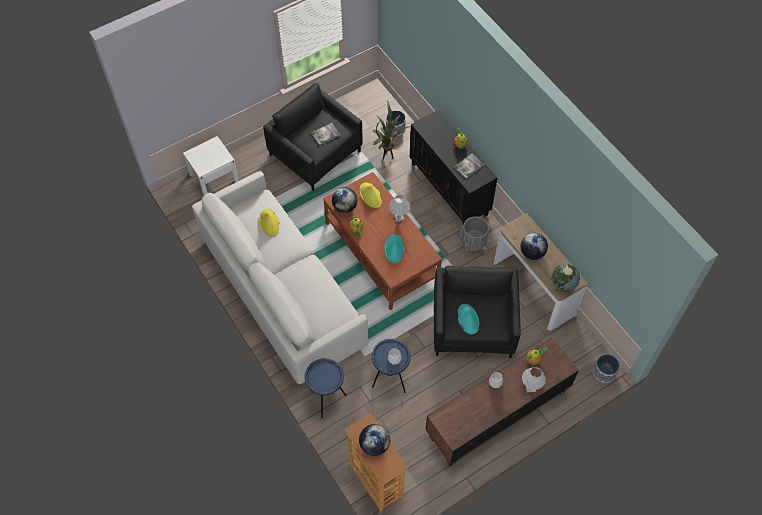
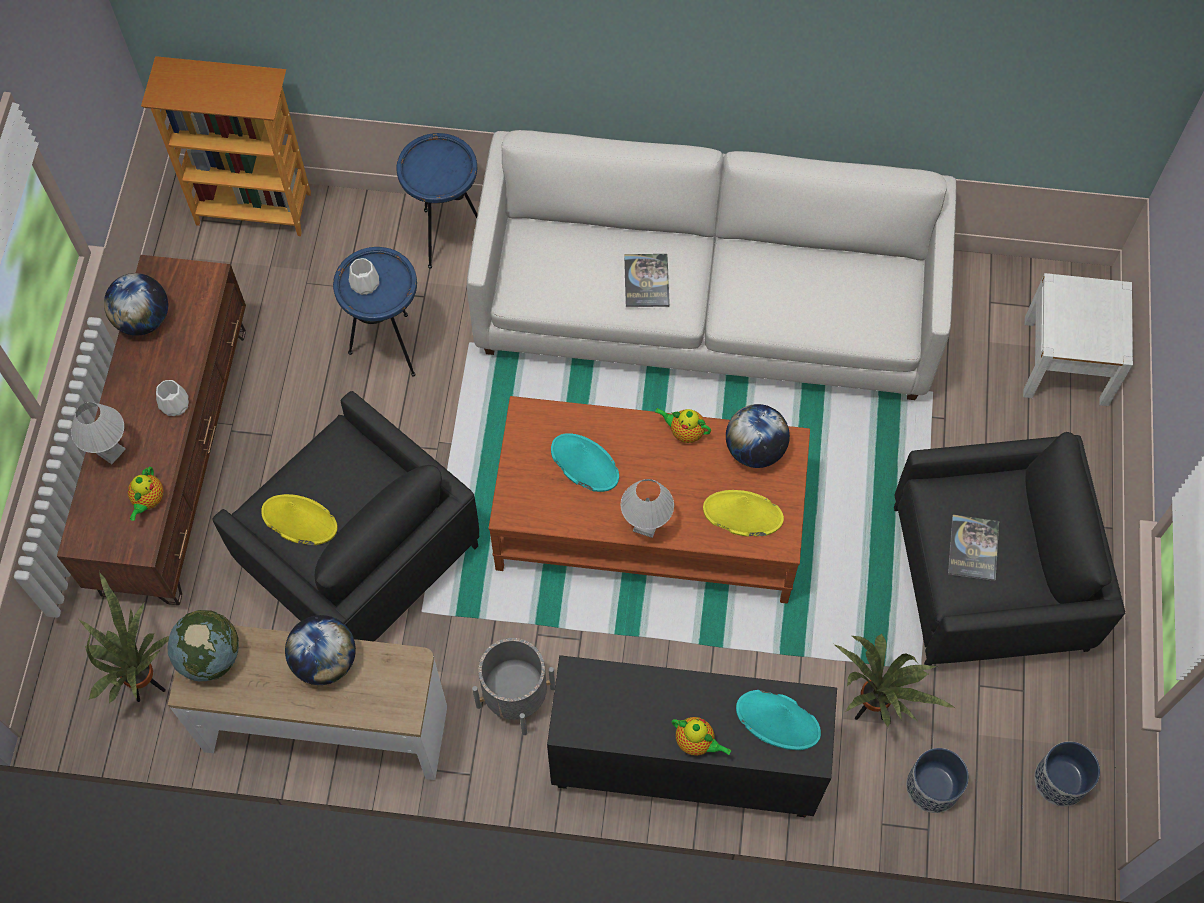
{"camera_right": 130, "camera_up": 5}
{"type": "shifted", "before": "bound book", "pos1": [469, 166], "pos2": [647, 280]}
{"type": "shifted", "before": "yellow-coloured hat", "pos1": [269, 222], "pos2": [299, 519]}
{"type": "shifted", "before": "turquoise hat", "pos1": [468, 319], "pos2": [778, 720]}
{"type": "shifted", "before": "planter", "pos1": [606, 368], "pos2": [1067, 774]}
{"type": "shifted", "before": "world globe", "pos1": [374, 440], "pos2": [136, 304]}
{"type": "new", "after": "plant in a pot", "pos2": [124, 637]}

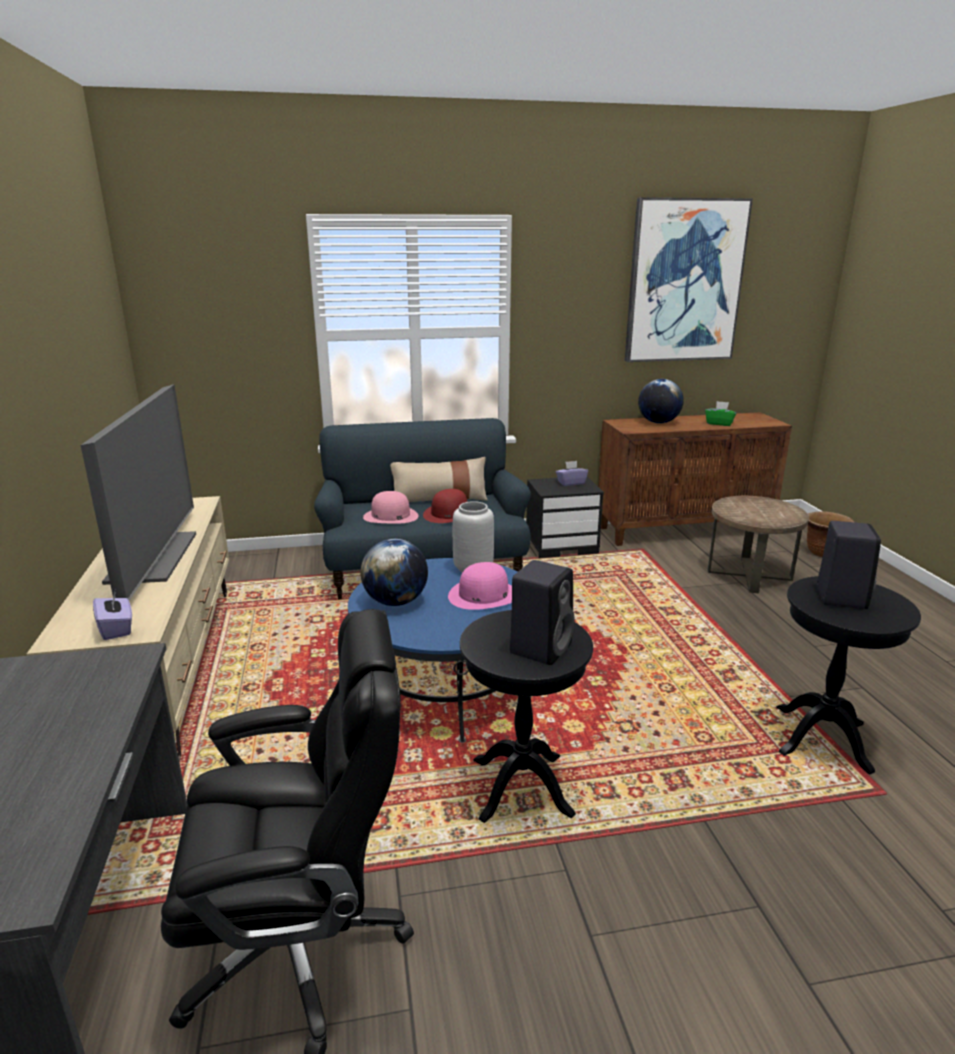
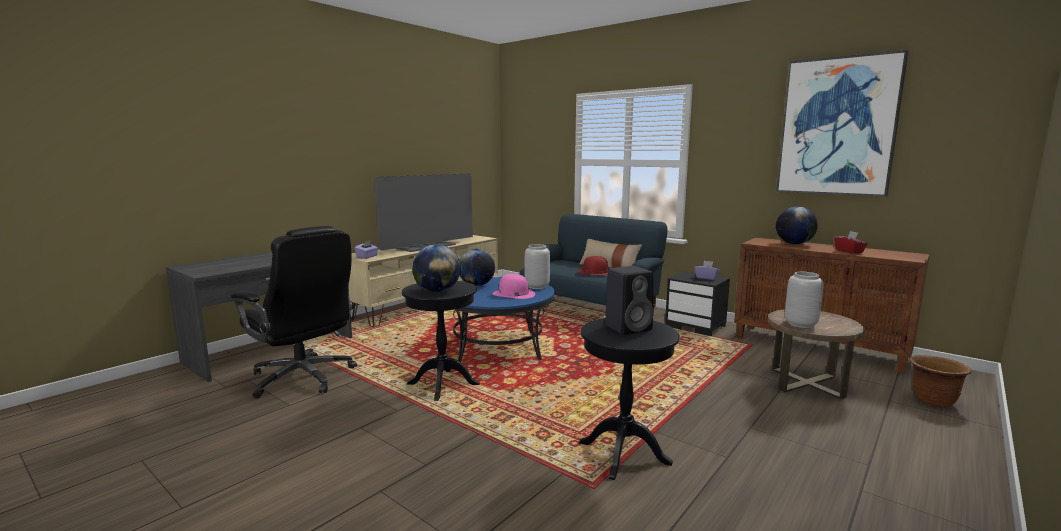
{"camera_right": 50, "camera_up": -10}
{"type": "repainted", "before": "green tissue holder", "after": "reddish tissue holder", "pos1": [720, 413], "pos2": [851, 242]}
{"type": "gone", "before": "pinkish hat", "pos1": [391, 507]}
{"type": "swapped", "before": "black loudspeaker", "after": "world globe", "pos1": [542, 612], "pos2": [436, 268]}
{"type": "new", "after": "grey flower vase", "pos2": [804, 300]}

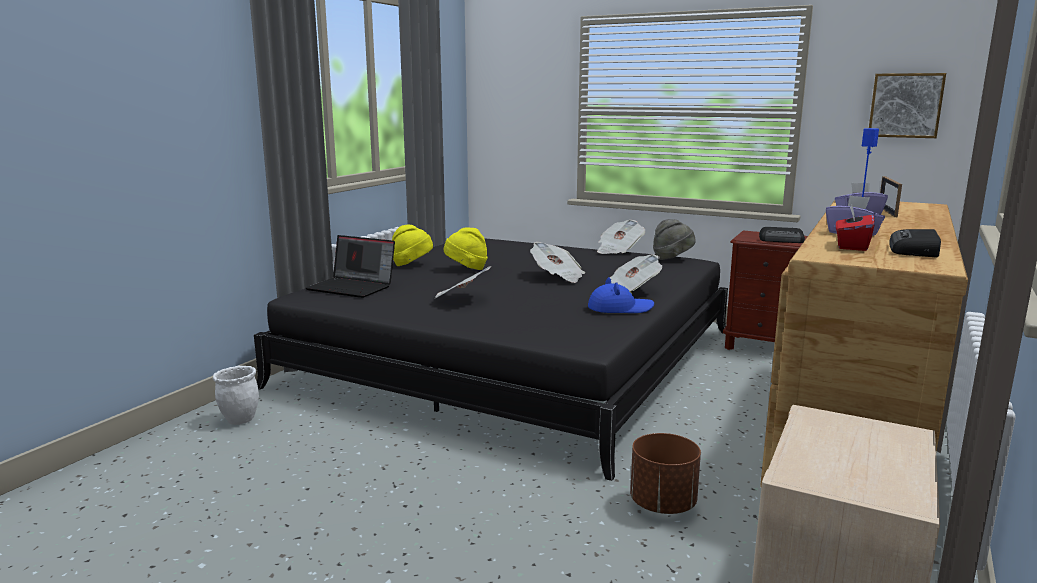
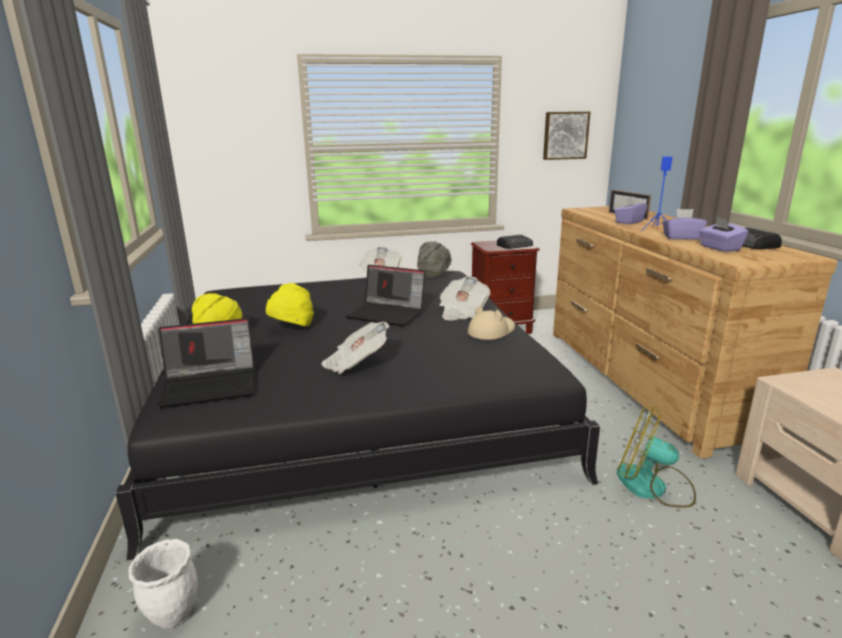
{"camera_right": -40, "camera_up": 5}
{"type": "repainted", "before": "reddish tissue holder", "after": "purple-coloured tissue holder", "pos1": [855, 228], "pos2": [724, 234]}
{"type": "swapped", "before": "newspaper", "after": "laptop", "pos1": [557, 262], "pos2": [385, 295]}
{"type": "repainted", "before": "blue hat", "after": "beige-coloured hat", "pos1": [621, 295], "pos2": [491, 323]}
{"type": "swapped", "before": "brown planter", "after": "electric fan", "pos1": [665, 473], "pos2": [656, 457]}

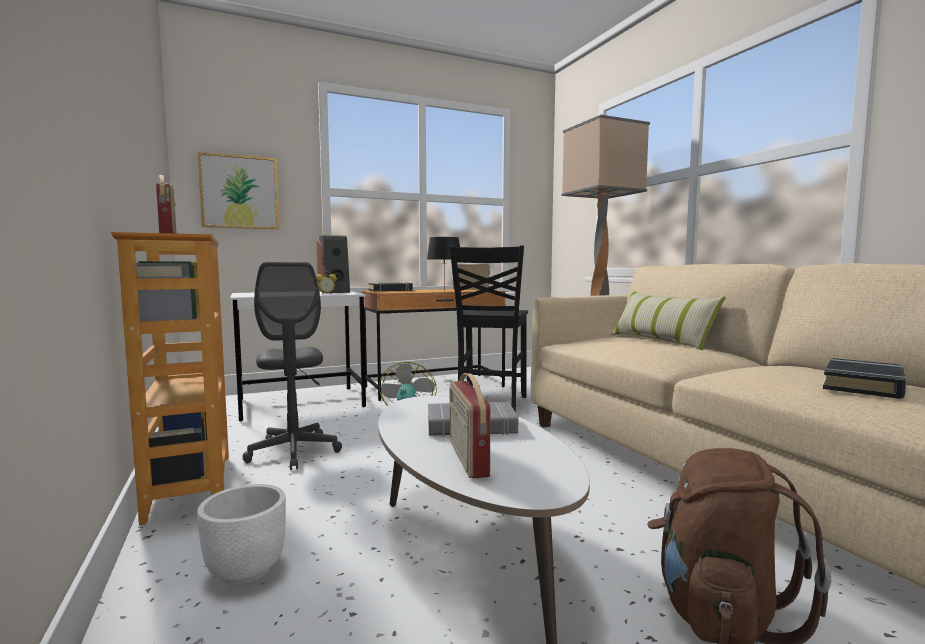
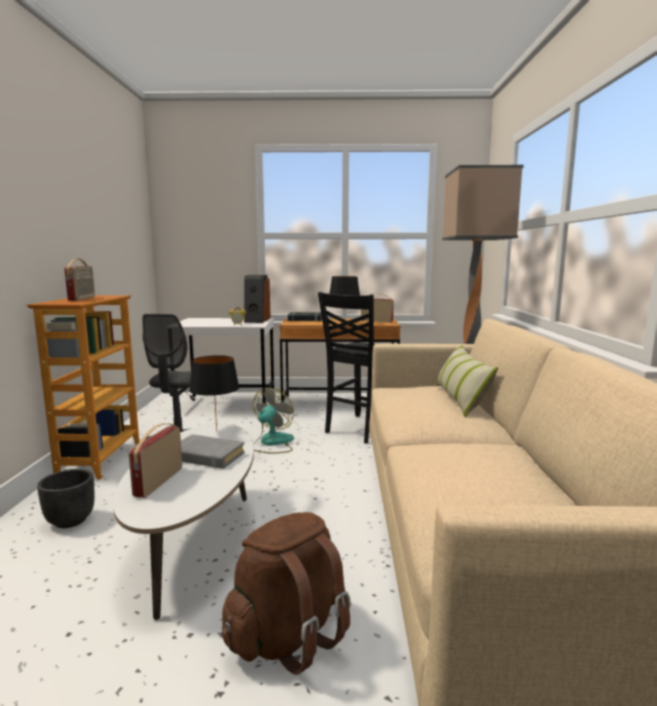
{"camera_right": 25, "camera_up": 5}
{"type": "gone", "before": "wall art", "pos1": [238, 190]}
{"type": "gone", "before": "black bound book", "pos1": [865, 378]}
{"type": "repainted", "before": "white-coloured planter", "after": "black planter", "pos1": [241, 534], "pos2": [66, 498]}
{"type": "new", "after": "black table lamp", "pos2": [214, 393]}

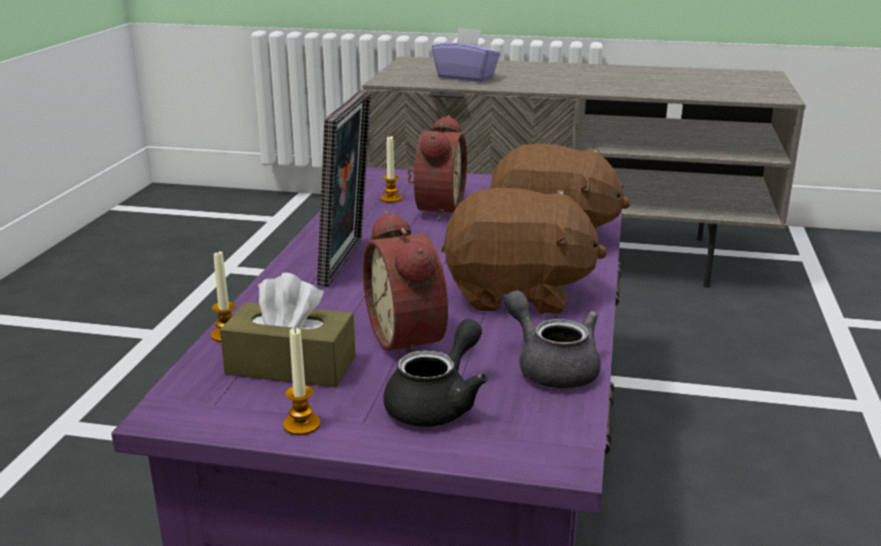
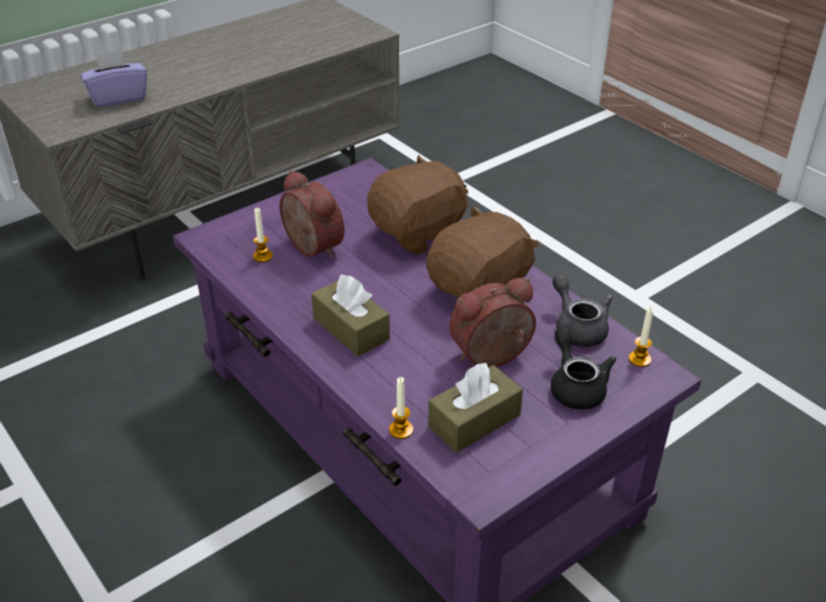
{"camera_right": -50, "camera_up": 15}
{"type": "swapped", "before": "picture frame", "after": "brown tissue holder", "pos1": [344, 188], "pos2": [350, 315]}
{"type": "rotated", "before": "bedside clock", "pos1": [405, 282], "pos2": [492, 322], "turn": 135}
{"type": "rotated", "before": "grey tea pot", "pos1": [552, 339], "pos2": [583, 310], "turn": 60}
{"type": "shifted", "before": "wax candle", "pos1": [301, 381], "pos2": [641, 337]}

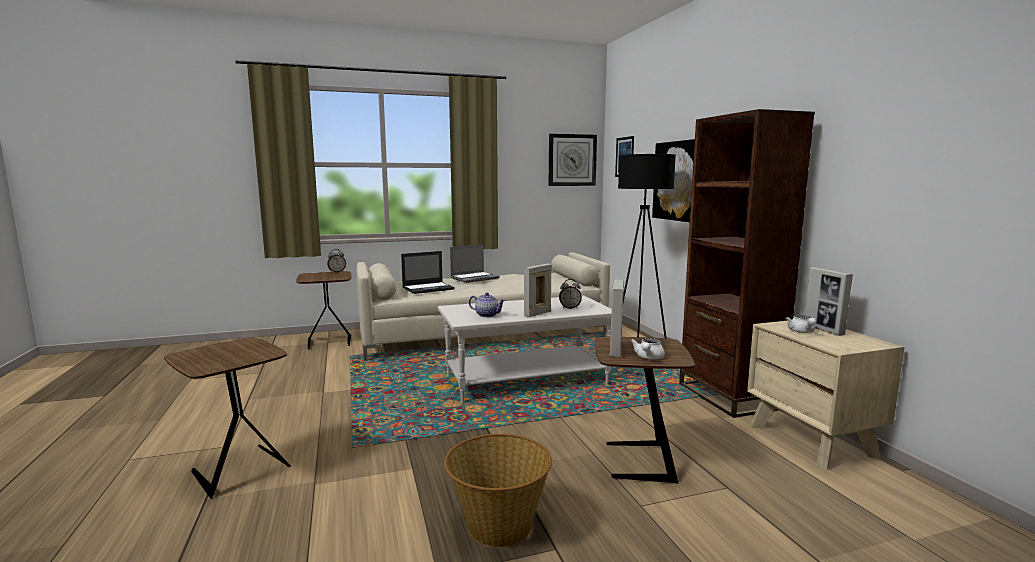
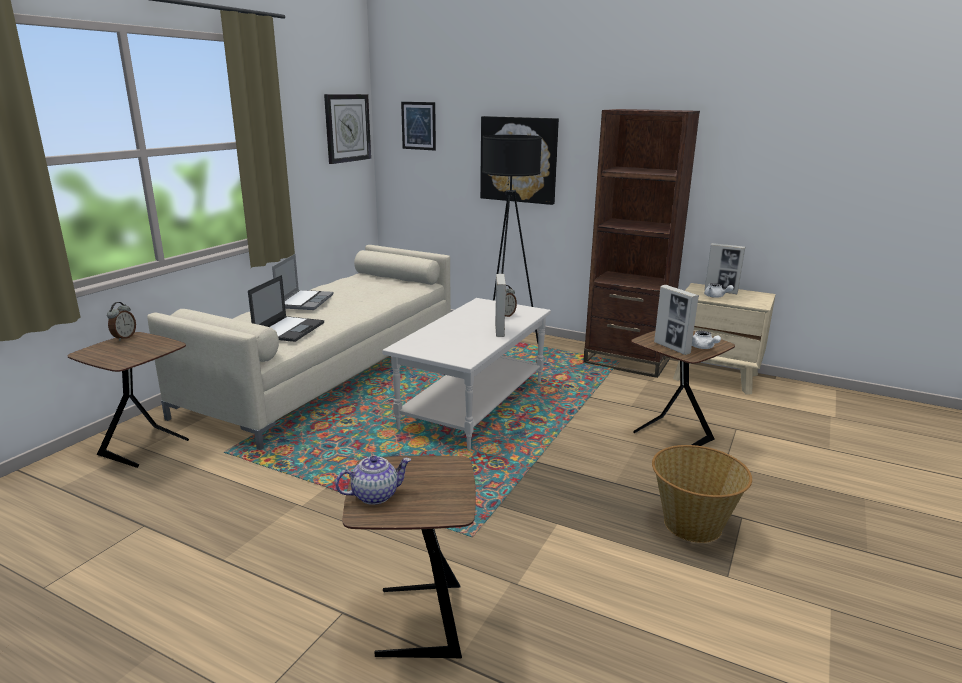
{"camera_right": -45, "camera_up": 10}
{"type": "shifted", "before": "tea pot", "pos1": [487, 305], "pos2": [373, 480]}

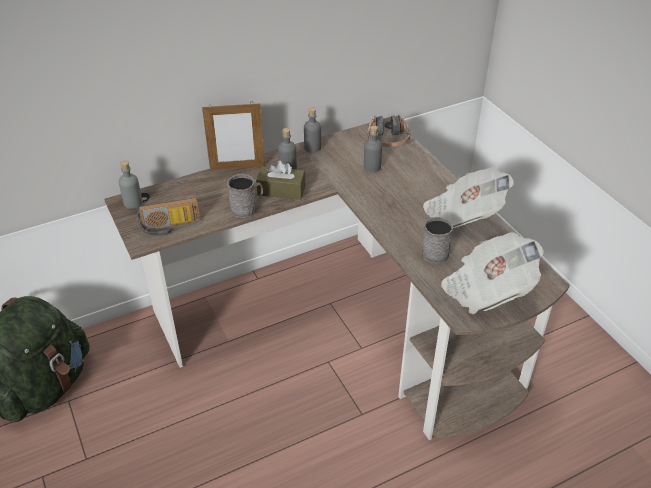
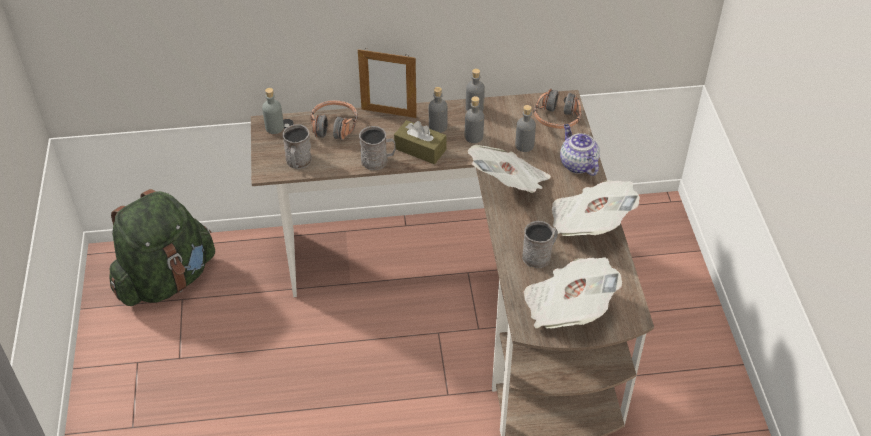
{"camera_right": 20, "camera_up": 5}
{"type": "swapped", "before": "radio set", "after": "grey coffee mug", "pos1": [168, 217], "pos2": [297, 146]}
{"type": "new", "after": "grey beverage bottle", "pos2": [474, 119]}
{"type": "new", "after": "pair of headphones", "pos2": [334, 120]}
{"type": "new", "after": "tea pot", "pos2": [580, 150]}
{"type": "new", "after": "newspaper", "pos2": [509, 169]}

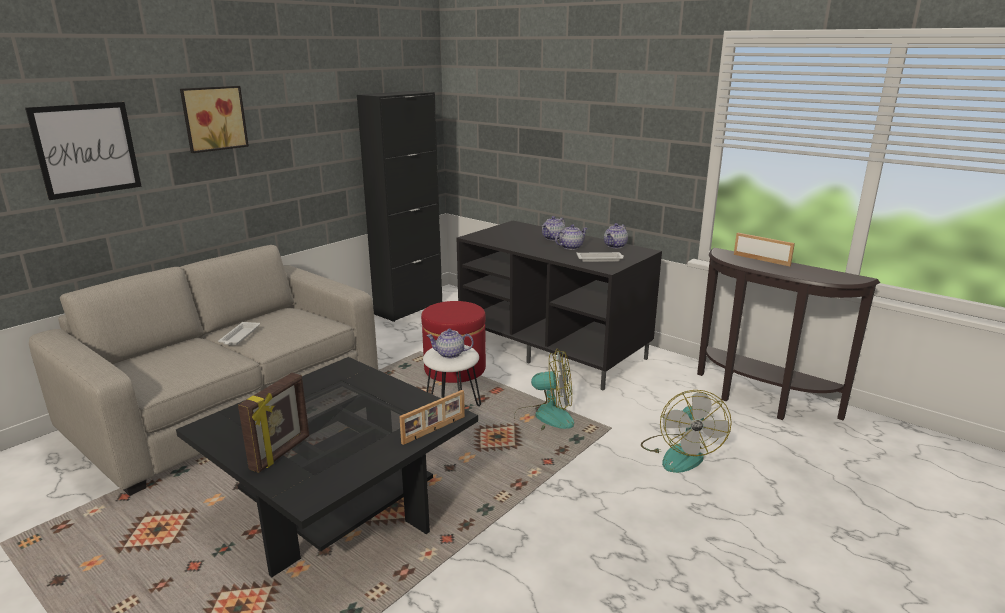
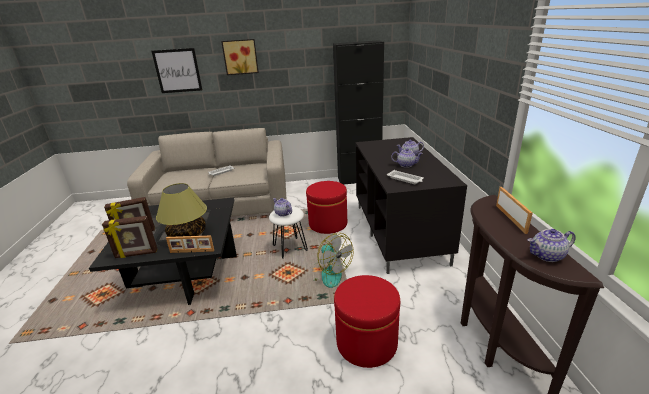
{"camera_right": 45, "camera_up": 5}
{"type": "shifted", "before": "tea pot", "pos1": [616, 235], "pos2": [552, 245]}
{"type": "swapped", "before": "electric fan", "after": "reddish footrest", "pos1": [686, 431], "pos2": [367, 321]}
{"type": "new", "after": "table lamp", "pos2": [181, 210]}
{"type": "new", "after": "picture frame", "pos2": [129, 237]}

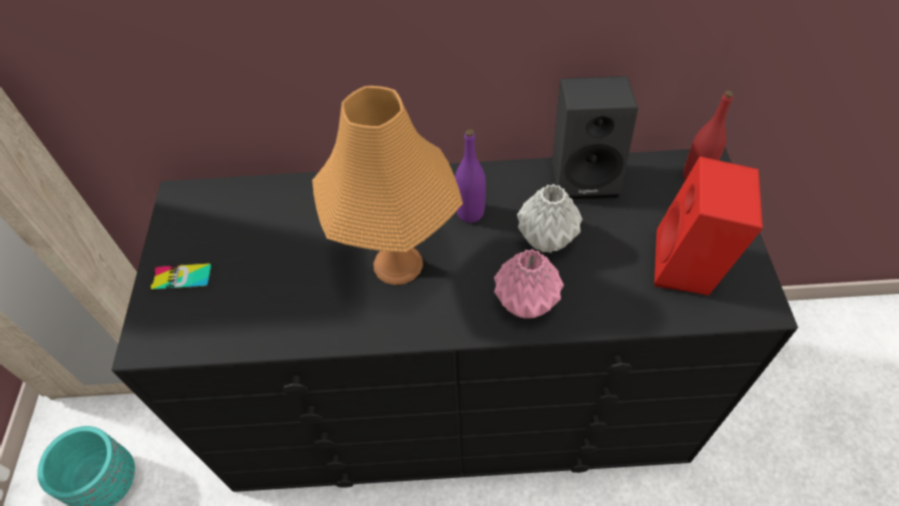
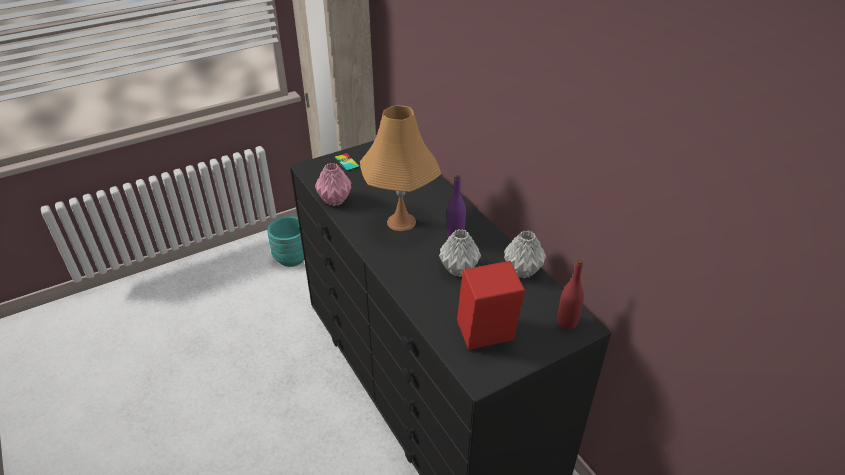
{"camera_right": 60, "camera_up": -15}
{"type": "swapped", "before": "black loudspeaker", "after": "grey flower vase", "pos1": [595, 138], "pos2": [525, 255]}
{"type": "shifted", "before": "pinkish flower vase", "pos1": [529, 284], "pos2": [333, 184]}

